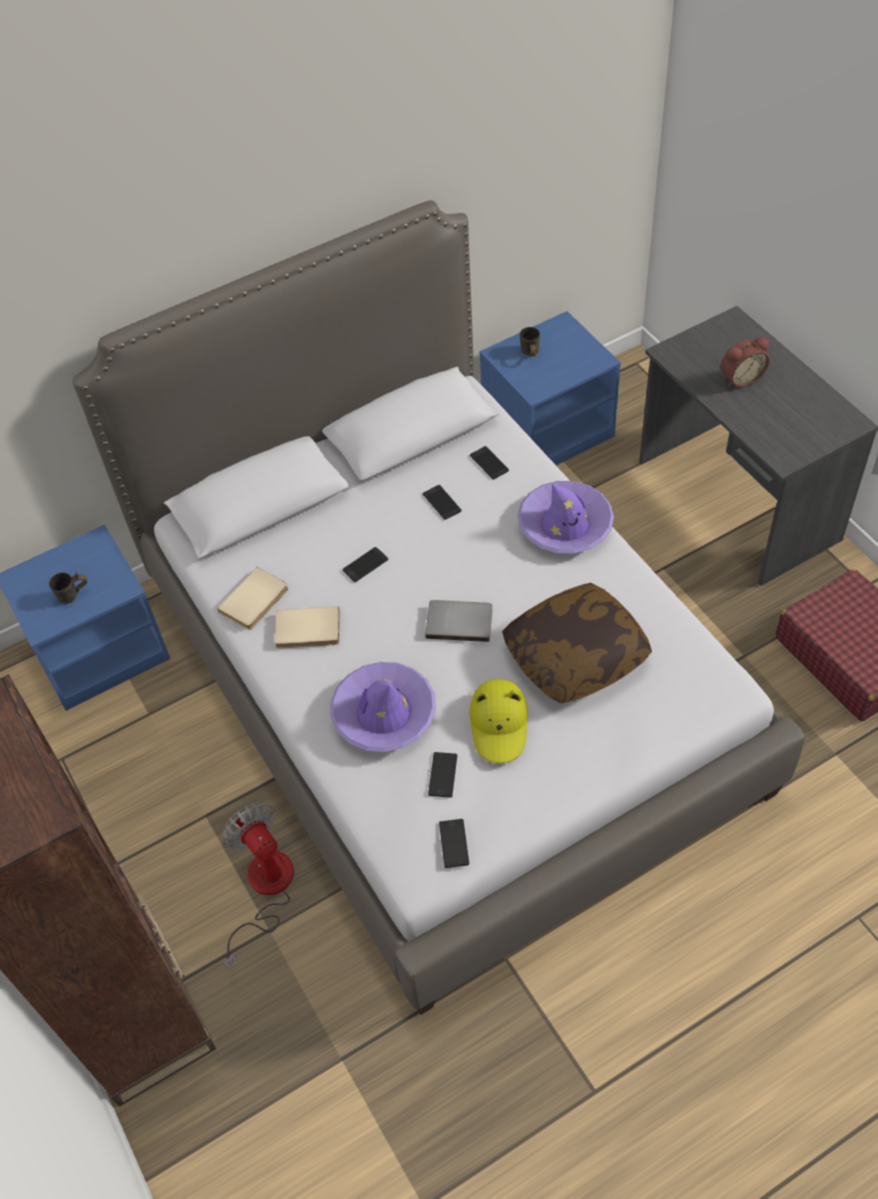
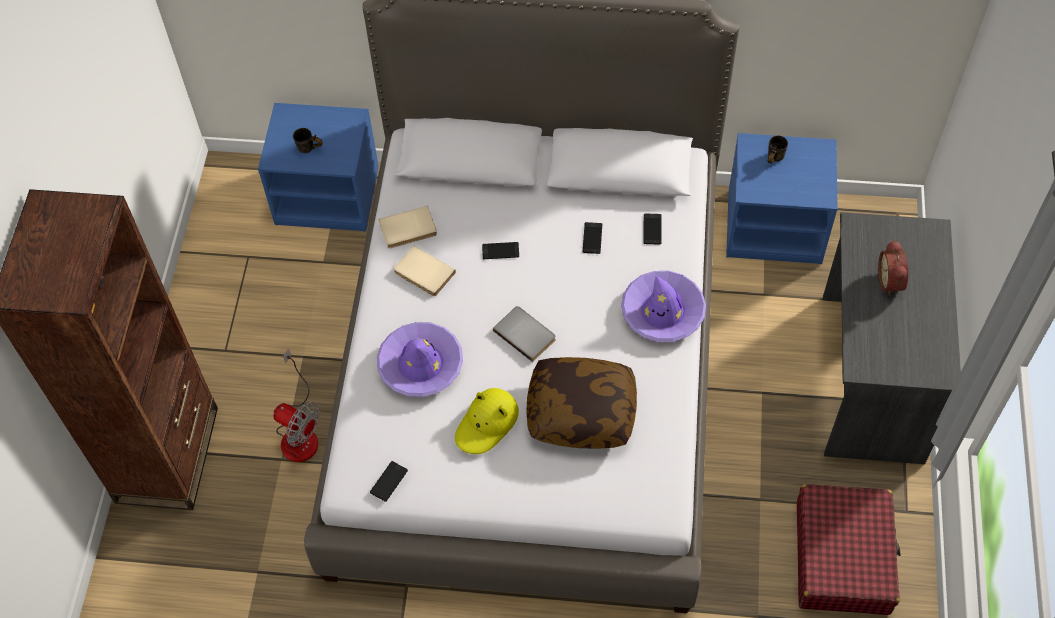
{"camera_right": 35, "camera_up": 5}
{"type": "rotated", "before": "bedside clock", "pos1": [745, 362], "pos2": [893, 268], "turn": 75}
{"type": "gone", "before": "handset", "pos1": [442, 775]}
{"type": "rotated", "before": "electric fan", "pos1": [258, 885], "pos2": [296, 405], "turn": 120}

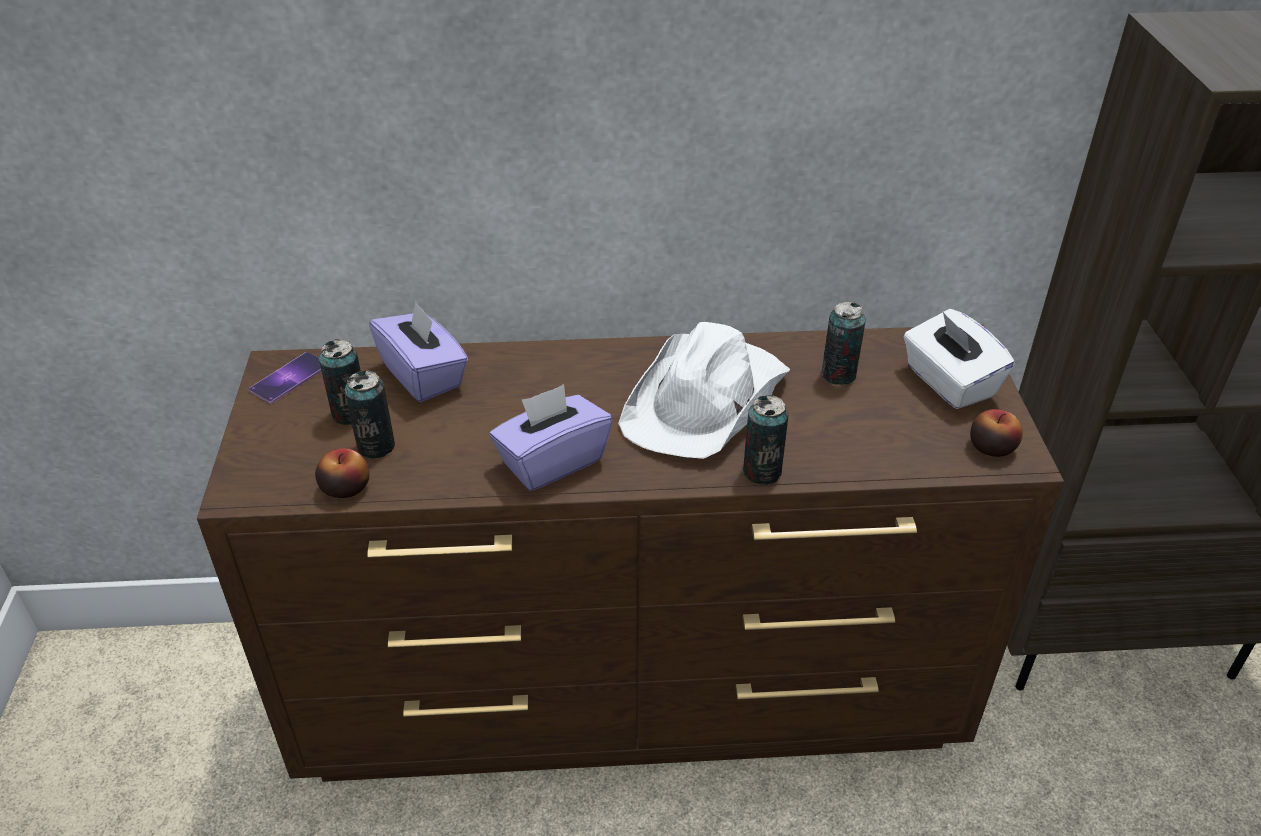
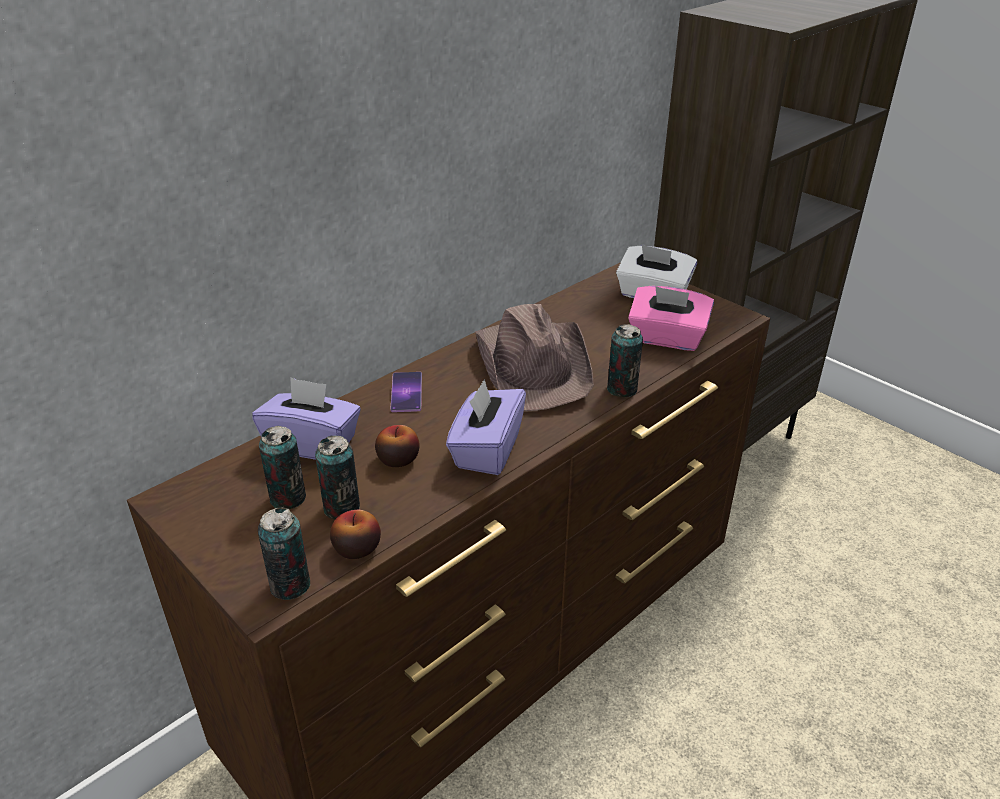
{"camera_right": -40, "camera_up": -5}
{"type": "shifted", "before": "metal can", "pos1": [843, 343], "pos2": [284, 553]}
{"type": "repainted", "before": "white-coloured hat", "after": "brown hat", "pos1": [704, 390], "pos2": [534, 357]}
{"type": "shifted", "before": "handset", "pos1": [285, 378], "pos2": [406, 392]}
{"type": "shifted", "before": "apple", "pos1": [996, 433], "pos2": [397, 446]}
{"type": "new", "after": "pinkish tissue holder", "pos2": [671, 318]}

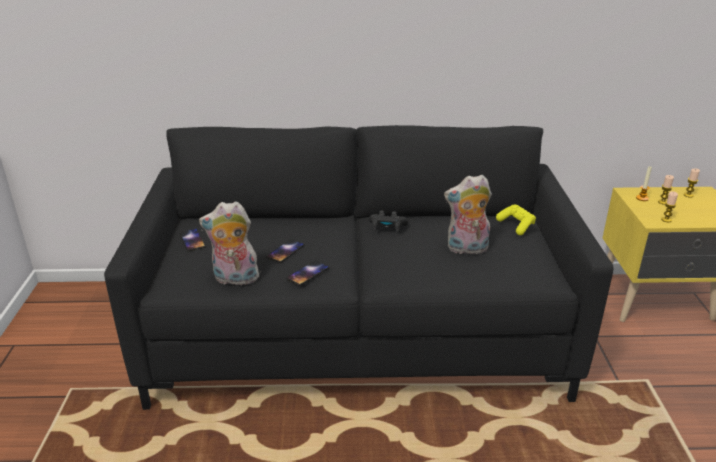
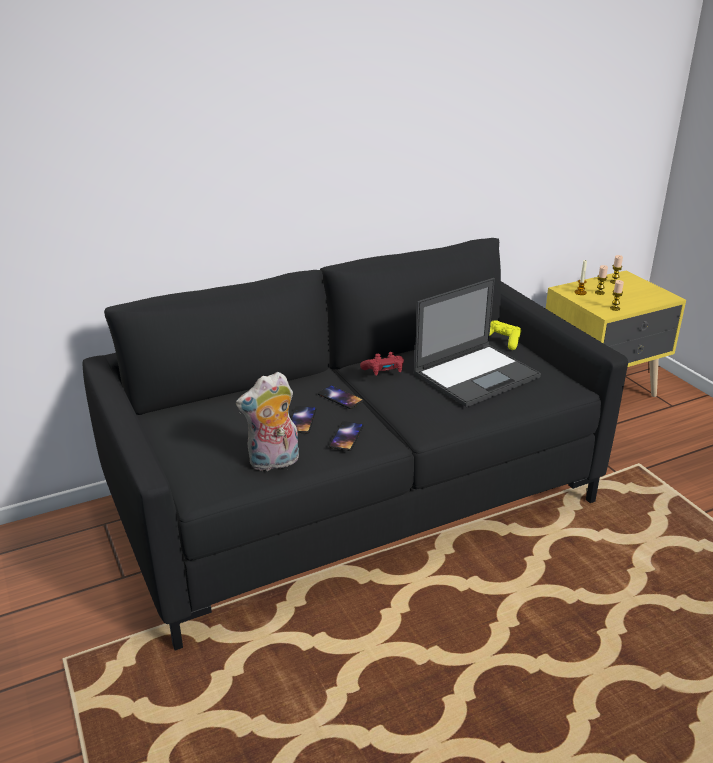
{"camera_right": -25, "camera_up": 0}
{"type": "swapped", "before": "cuddly toy", "after": "laptop", "pos1": [468, 214], "pos2": [477, 342]}
{"type": "repainted", "before": "black gamepad", "after": "reddish gamepad", "pos1": [389, 221], "pos2": [382, 364]}
{"type": "shifted", "before": "handset", "pos1": [192, 240], "pos2": [341, 397]}

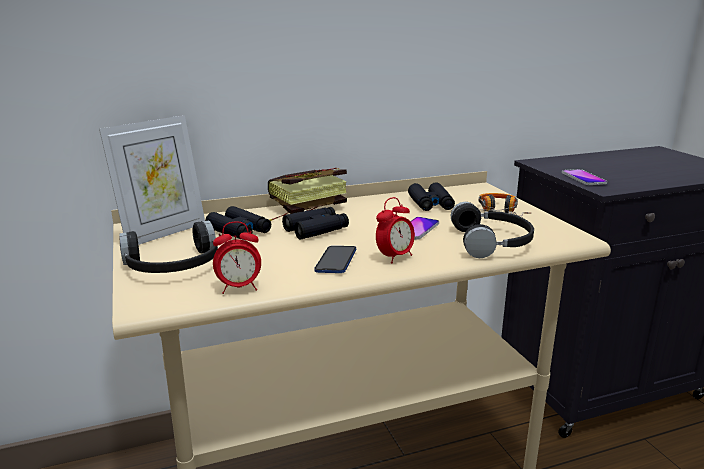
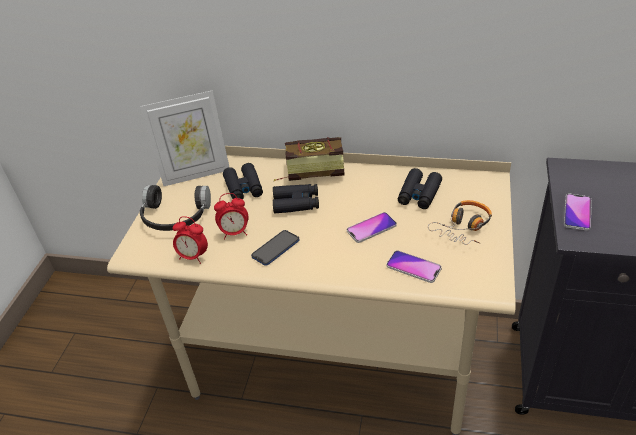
{"camera_right": 35, "camera_up": 20}
{"type": "shifted", "before": "bedside clock", "pos1": [395, 230], "pos2": [231, 216]}
{"type": "swapped", "before": "black pair of headphones", "after": "handset", "pos1": [492, 230], "pos2": [414, 266]}

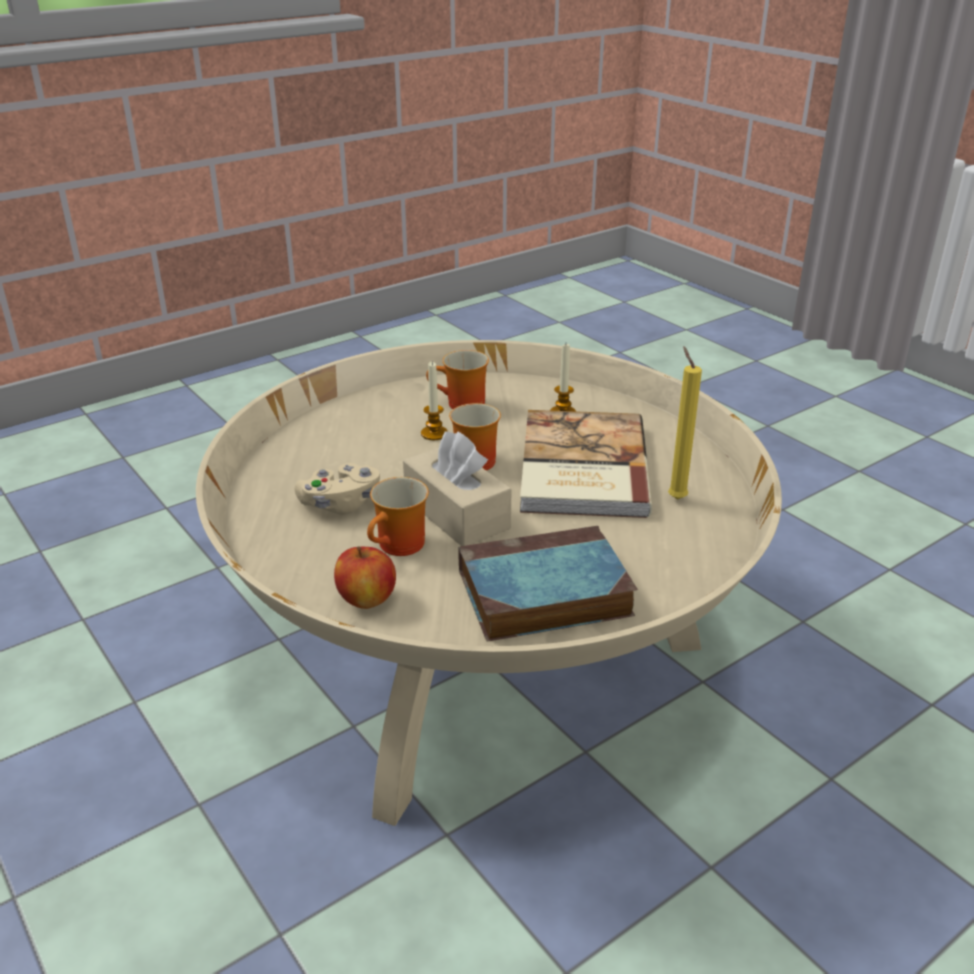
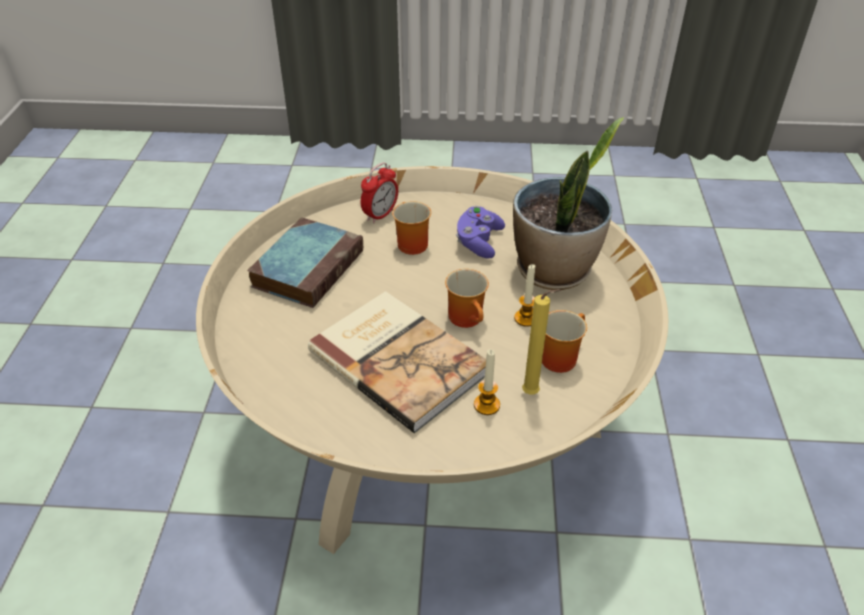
{"camera_right": 130, "camera_up": 10}
{"type": "shifted", "before": "yellow-coloured wax candle", "pos1": [685, 423], "pos2": [541, 342]}
{"type": "gone", "before": "beige-coloured tissue holder", "pos1": [457, 488]}
{"type": "repainted", "before": "beige-coloured gamepad", "after": "purple-coloured gamepad", "pos1": [337, 489], "pos2": [480, 232]}
{"type": "swapped", "before": "apple", "after": "bedside clock", "pos1": [365, 577], "pos2": [379, 193]}
{"type": "new", "after": "plant in a pot", "pos2": [568, 203]}

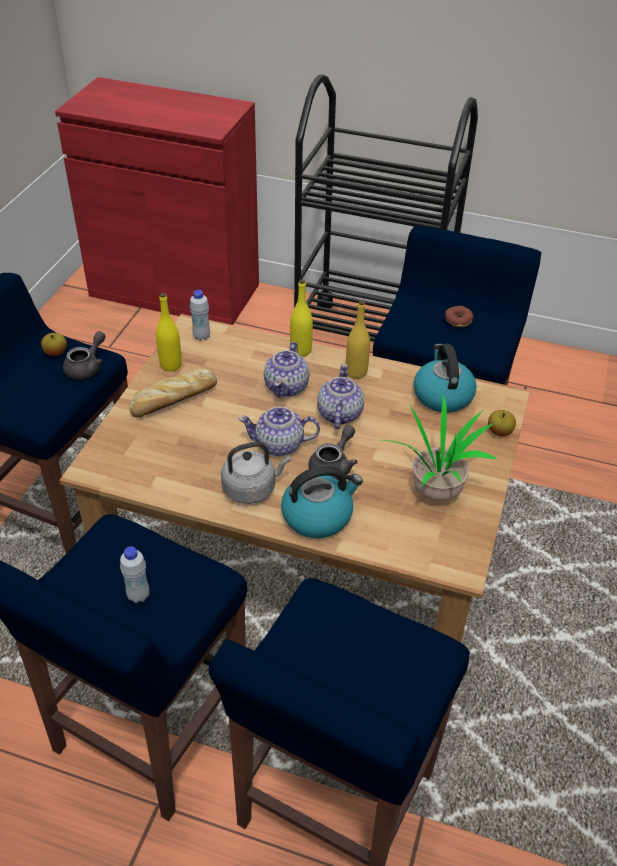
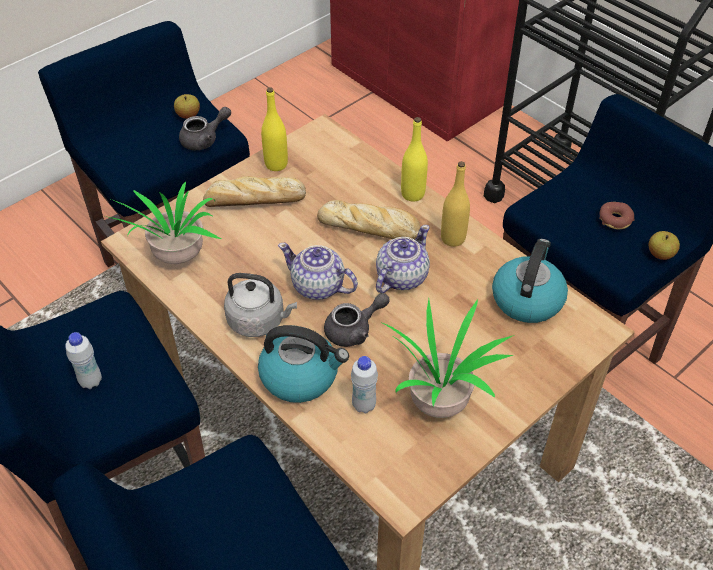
{"camera_right": 30, "camera_up": 5}
{"type": "shifted", "before": "white-coloured beverage bottle", "pos1": [200, 315], "pos2": [364, 384]}
{"type": "swapped", "before": "tea pot", "after": "bakery bread", "pos1": [286, 370], "pos2": [369, 220]}
{"type": "shifted", "before": "apple", "pos1": [502, 423], "pos2": [664, 245]}
{"type": "new", "after": "plant in a pot", "pos2": [163, 223]}

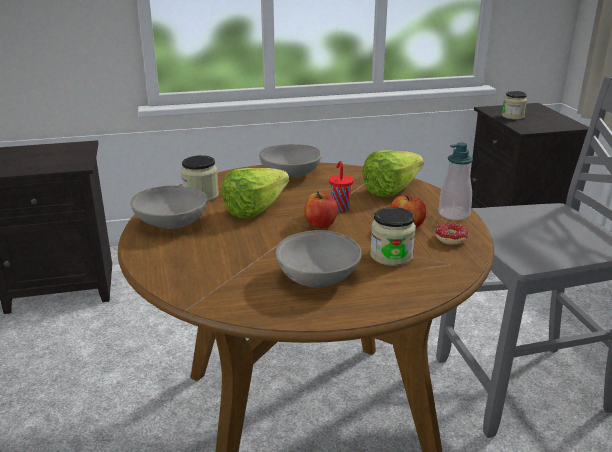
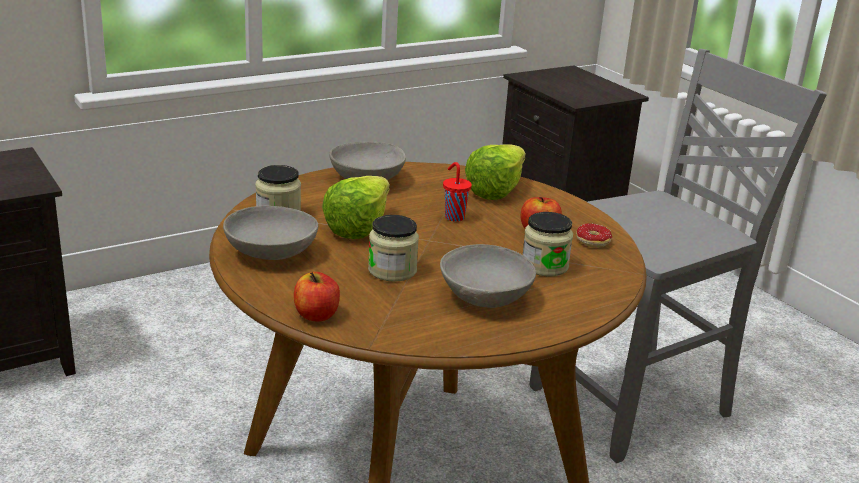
{"camera_right": -20, "camera_up": 0}
{"type": "shifted", "before": "storage jar", "pos1": [514, 105], "pos2": [393, 248]}
{"type": "gone", "before": "soap bottle", "pos1": [456, 181]}
{"type": "shifted", "before": "apple", "pos1": [321, 209], "pos2": [317, 297]}

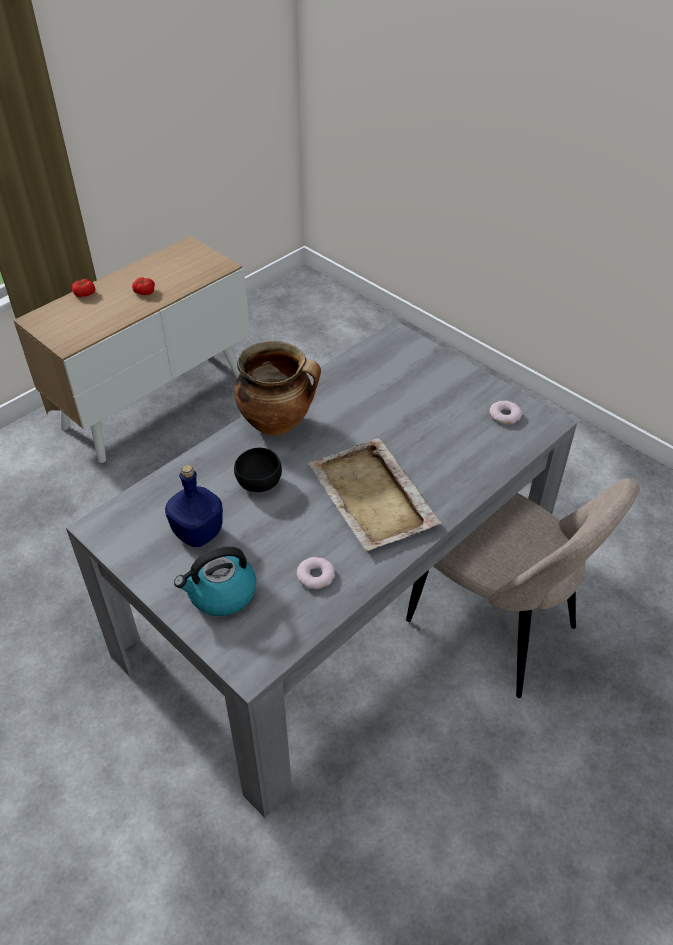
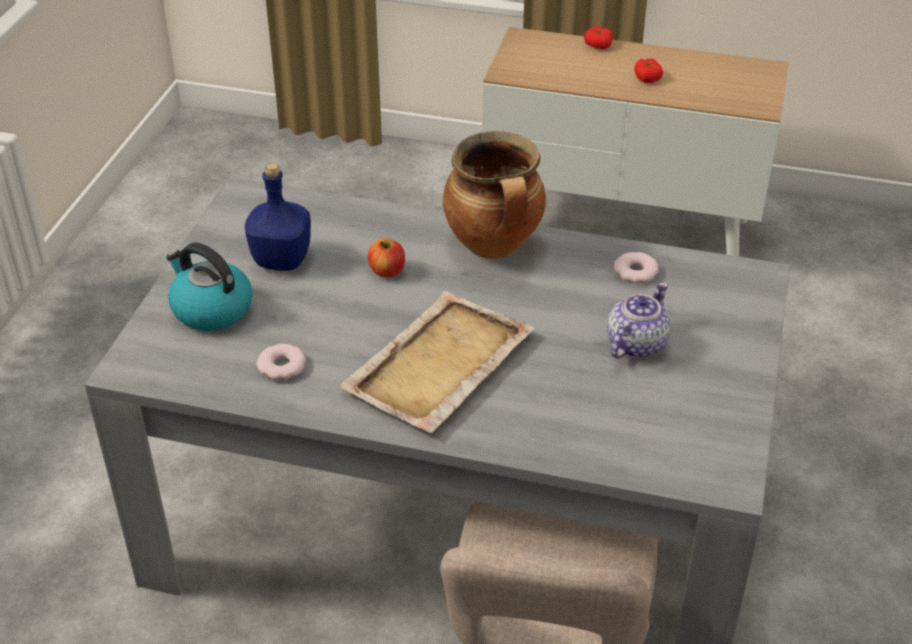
{"camera_right": 60, "camera_up": -5}
{"type": "shifted", "before": "donut", "pos1": [505, 412], "pos2": [636, 267]}
{"type": "swapped", "before": "black serving bowl", "after": "apple", "pos1": [258, 470], "pos2": [386, 258]}
{"type": "new", "after": "tea pot", "pos2": [639, 320]}

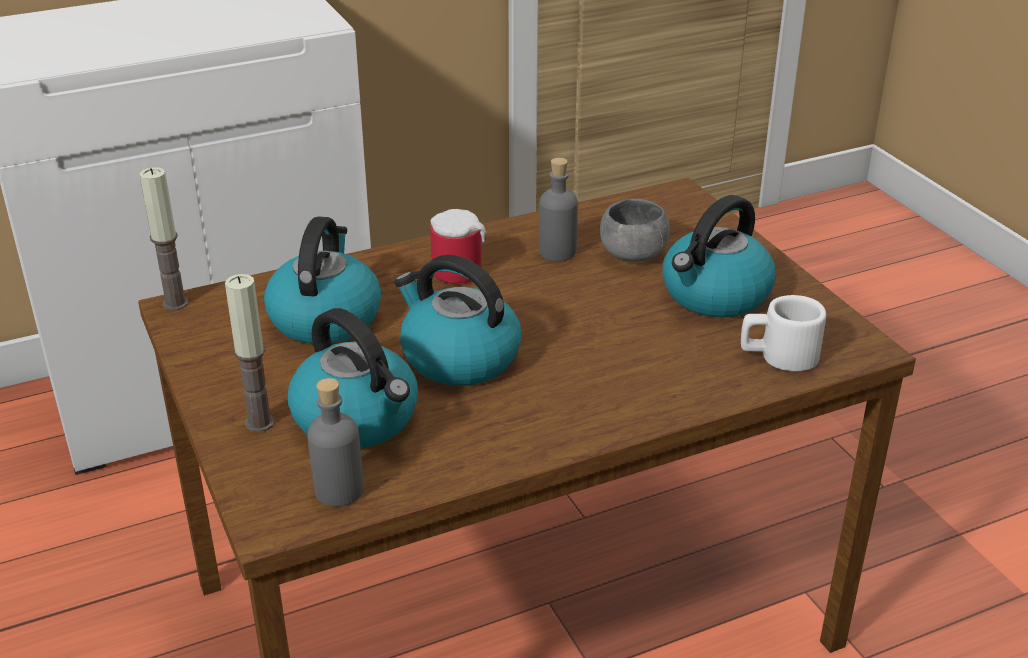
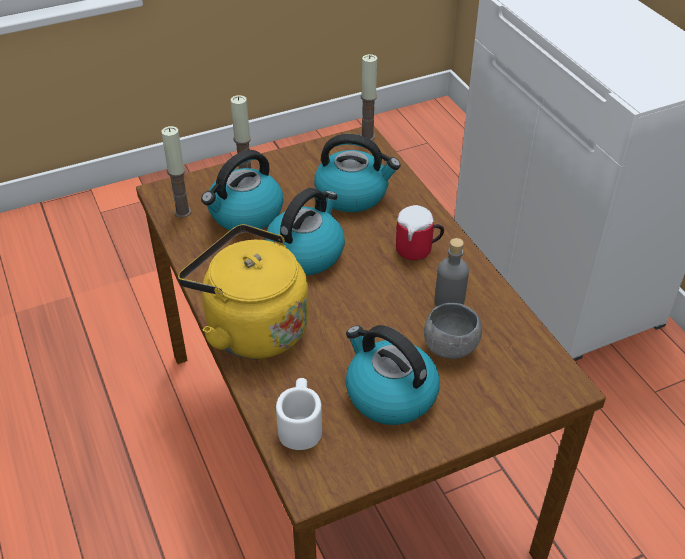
{"camera_right": 90, "camera_up": 10}
{"type": "swapped", "before": "grey beverage bottle", "after": "wax candle", "pos1": [335, 442], "pos2": [176, 172]}
{"type": "new", "after": "yellow-coloured kettle", "pos2": [243, 291]}

